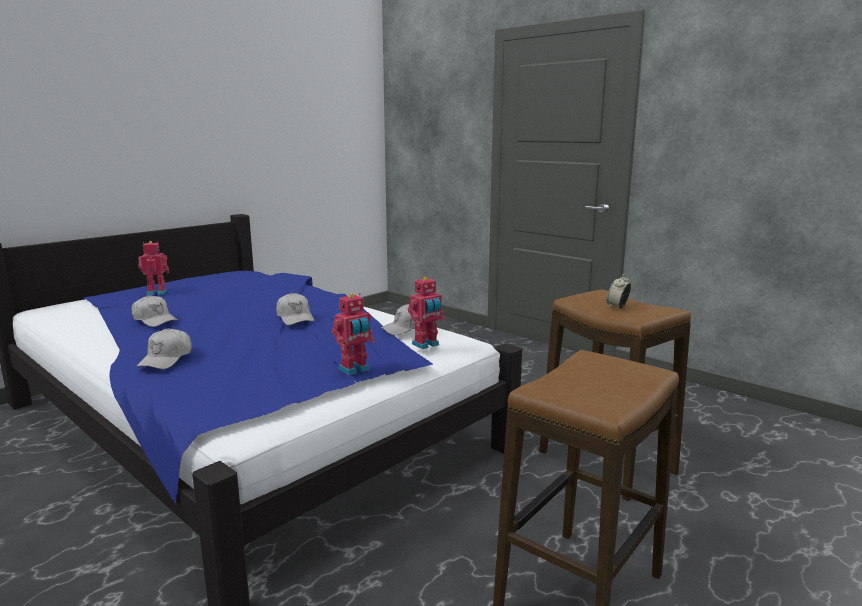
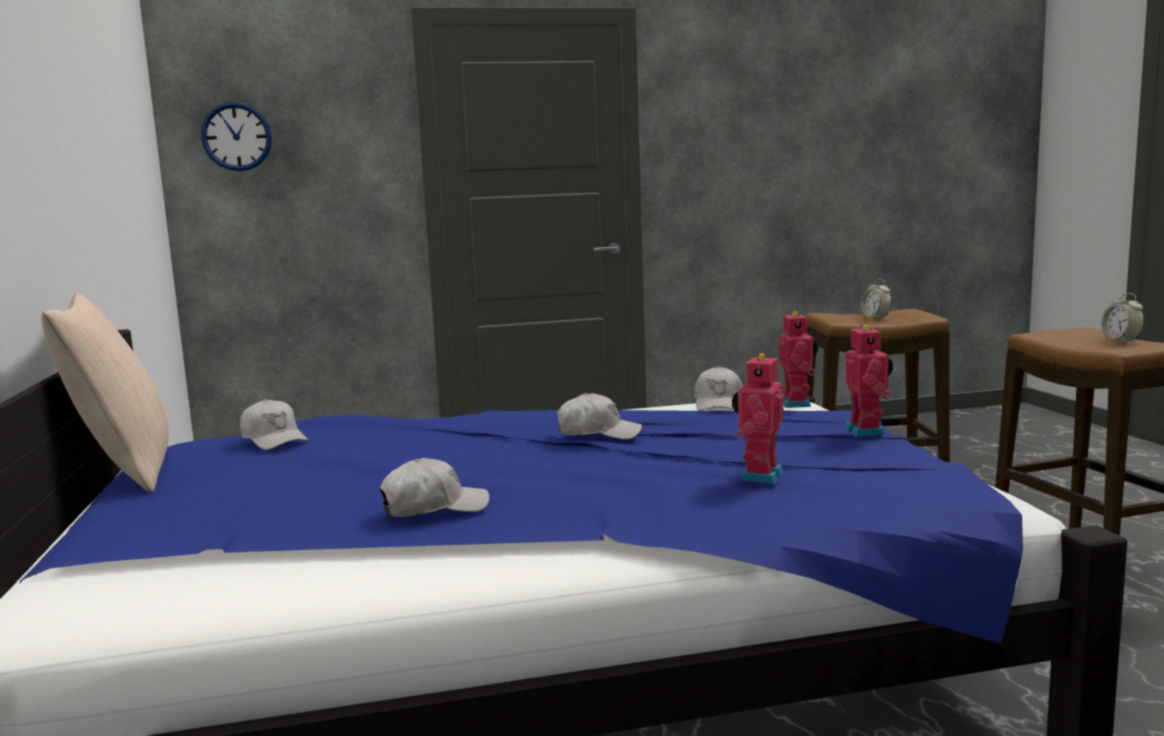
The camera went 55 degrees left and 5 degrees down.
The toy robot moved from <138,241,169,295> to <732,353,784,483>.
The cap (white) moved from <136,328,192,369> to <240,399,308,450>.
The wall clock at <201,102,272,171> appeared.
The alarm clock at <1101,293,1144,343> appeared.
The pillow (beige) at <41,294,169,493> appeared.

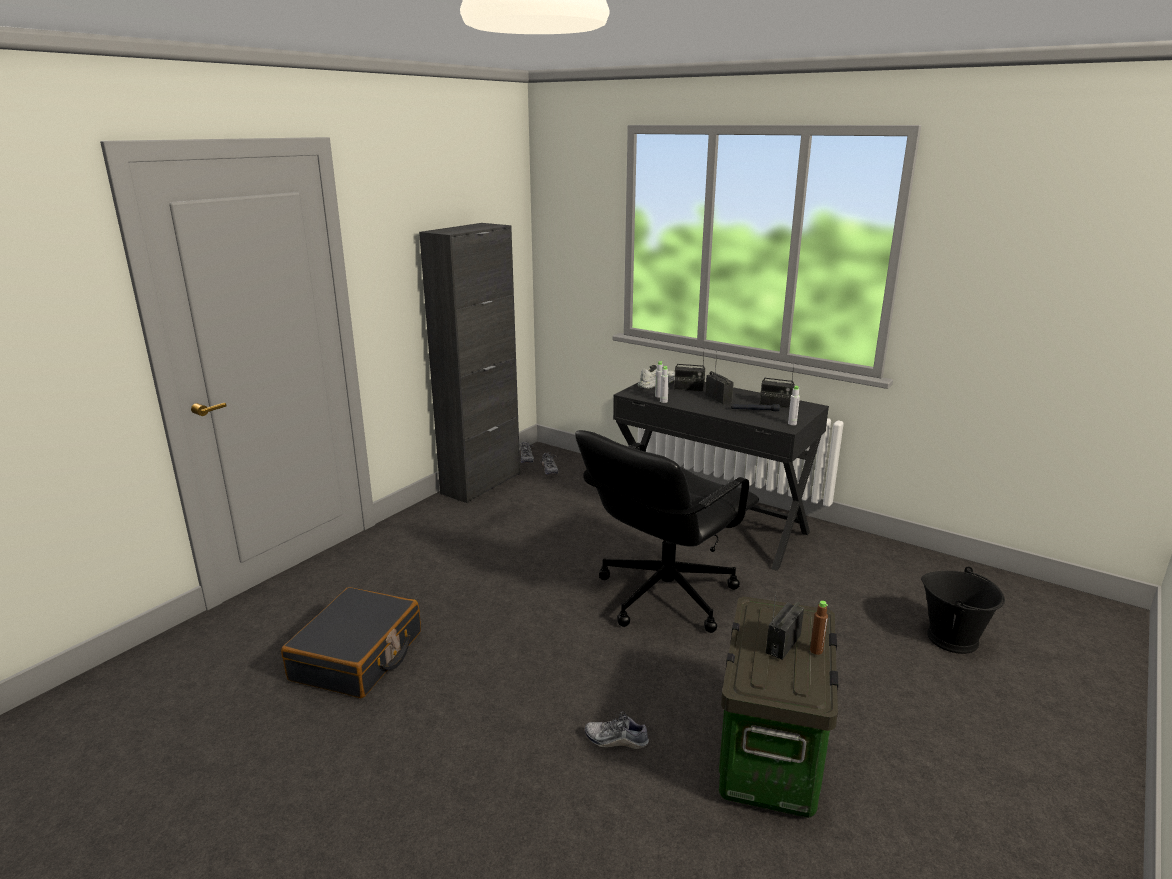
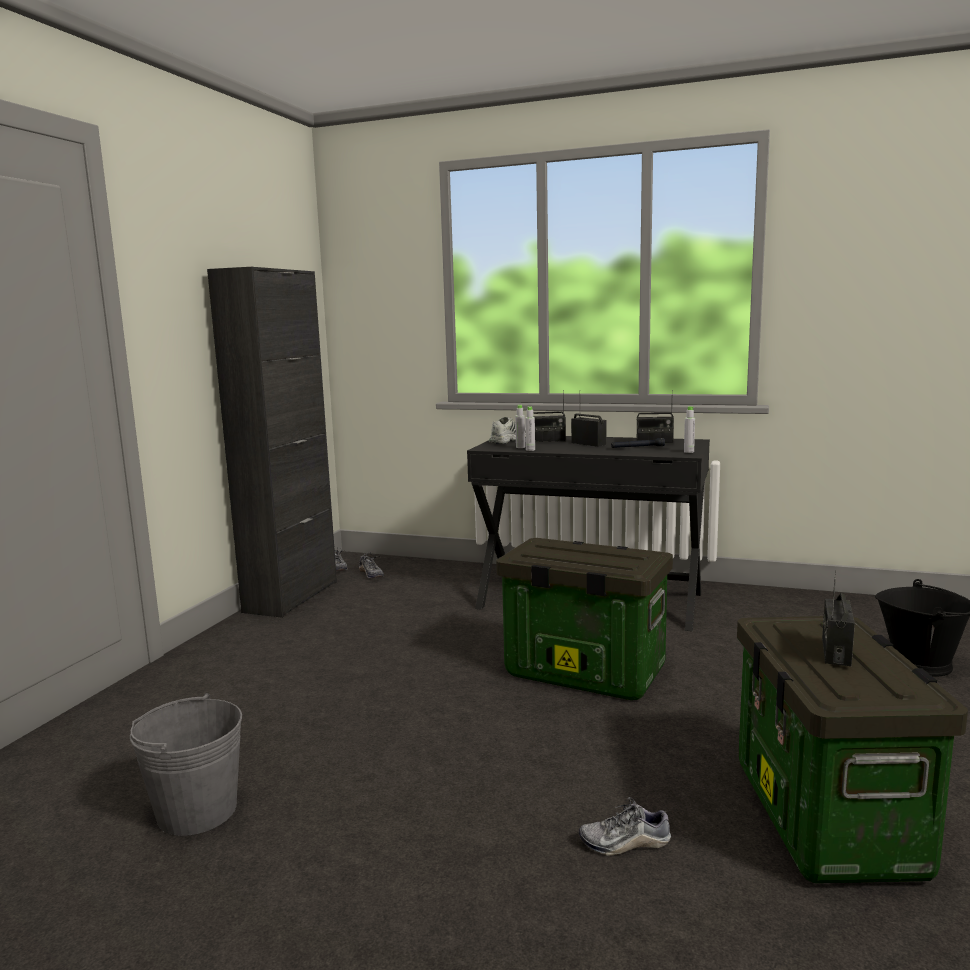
The camera went 15 degrees left and 10 degrees down.
The office chair (black) at <575,430,759,633> was replaced by the storage box at <496,538,673,700>.
The suitcase (black) at <281,587,421,698> was replaced by the bucket (grey) at <130,693,242,836>.
The bottle (brown) at <810,601,828,655> disappeared.

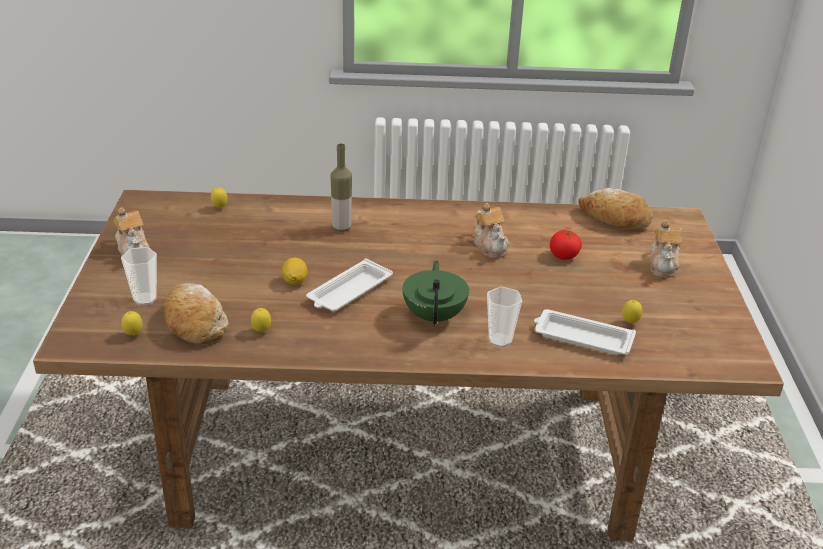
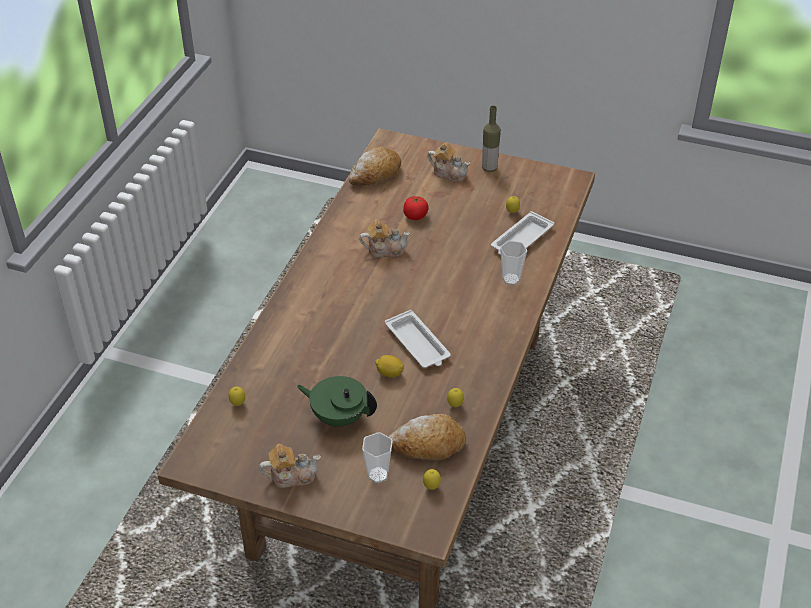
The camera went 70 degrees left and 10 degrees up.
The bottle moved from <331,144,352,232> to <482,106,501,172>.
The teapot (green) moved from <402,260,469,326> to <297,376,377,427>.

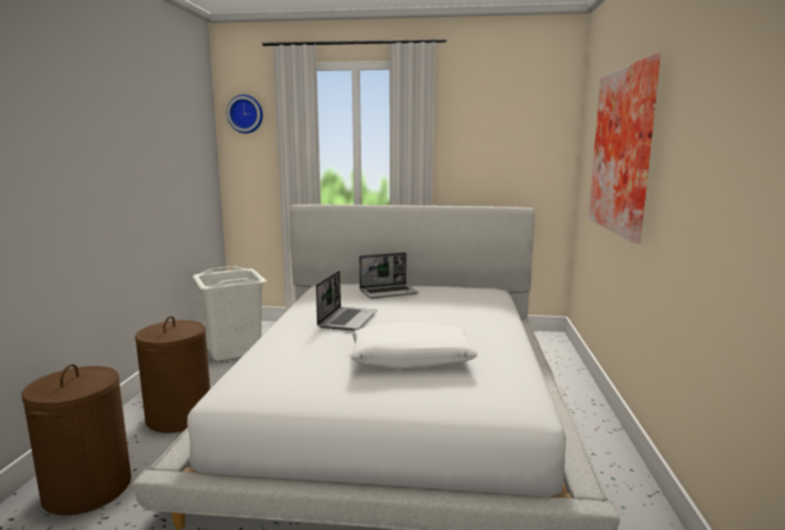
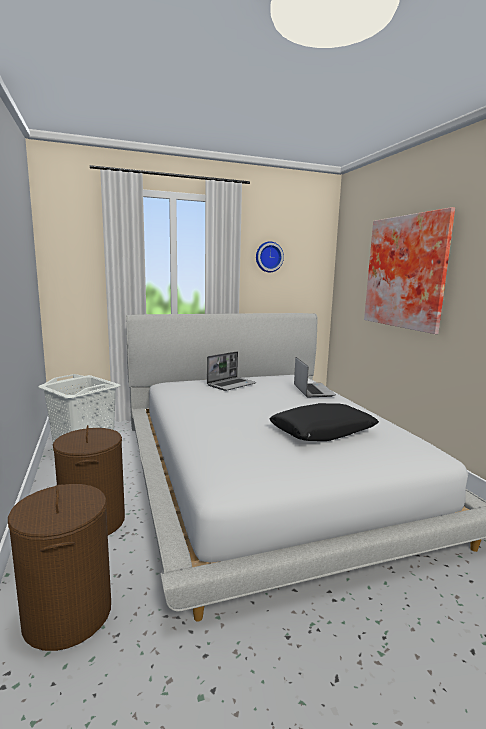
The camera went 25 degrees left and 0 degrees up.
The wall clock moved from <227,94,263,133> to <256,241,284,272>.
The laptop moved from <316,271,377,331> to <294,357,336,397>.
The pillow (white) at <351,323,478,369> became the pillow (black) at <269,403,379,441>.

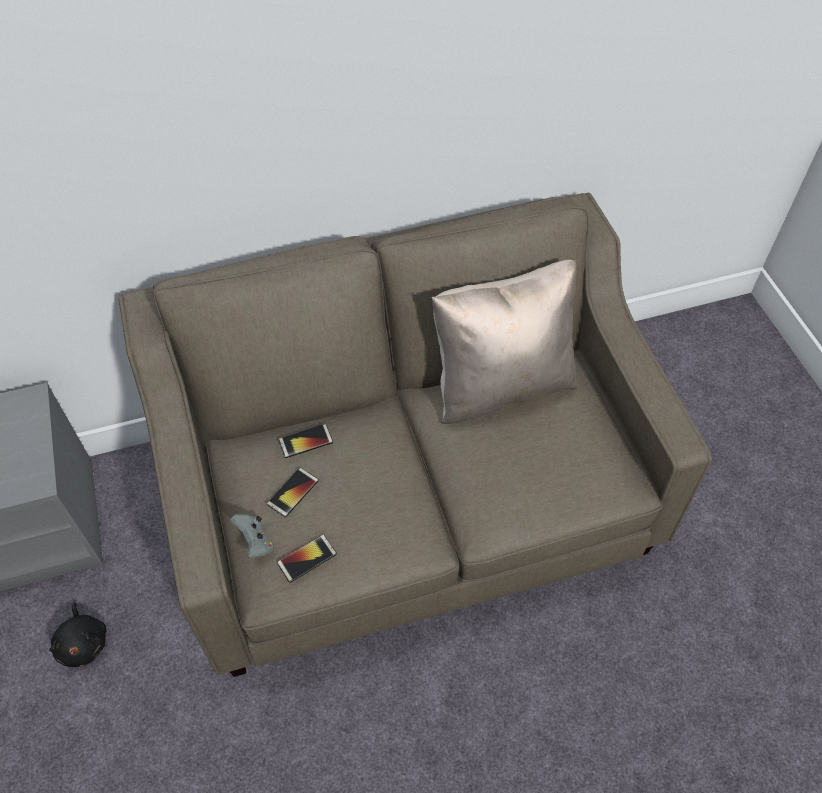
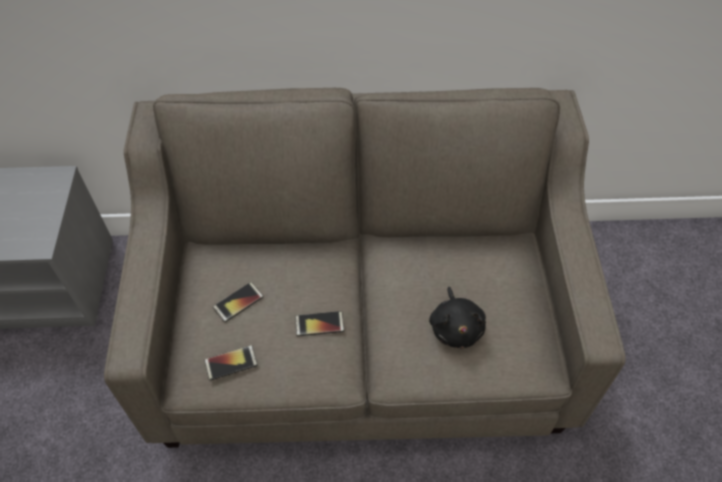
The camera went 15 degrees right and 0 degrees up.
The pillow (beige) at <431,260,578,424> disappeared.
The phone moved from <279,424,333,458> to <295,311,344,336>.
The game controller (grey) at <230,514,274,558> disappeared.
The plush toy (black) moved from <49,602,106,667> to <429,287,486,348>.

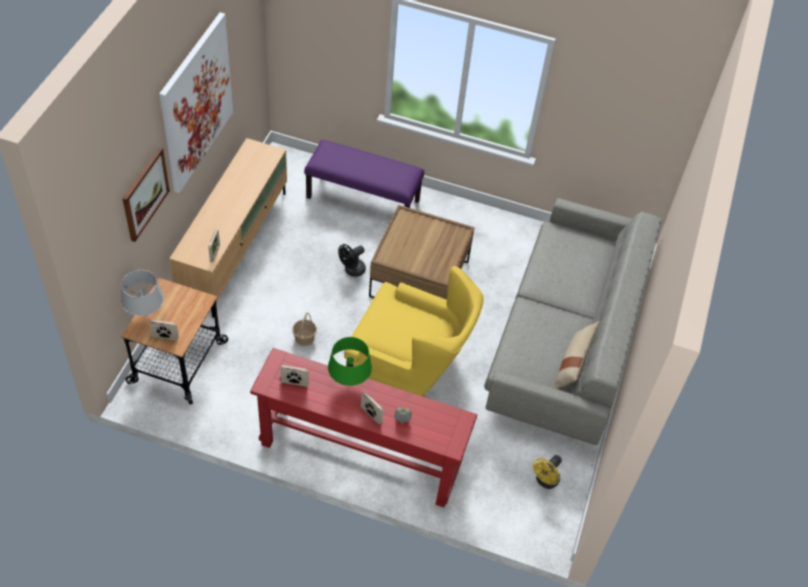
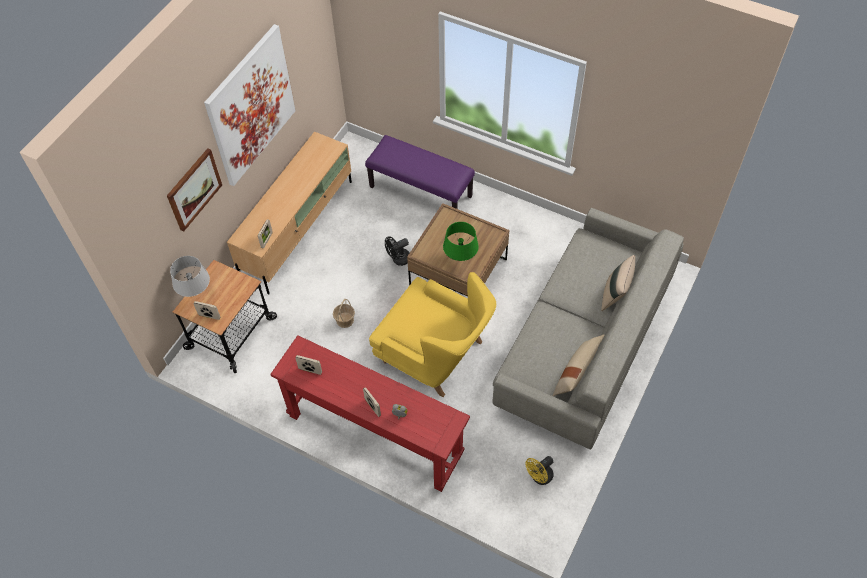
The camera went 15 degrees right and 5 degrees up.
The table lamp (green) moved from <328,337,372,386> to <443,222,479,261>.
The pillow (beige) at <601,255,635,311> appeared.

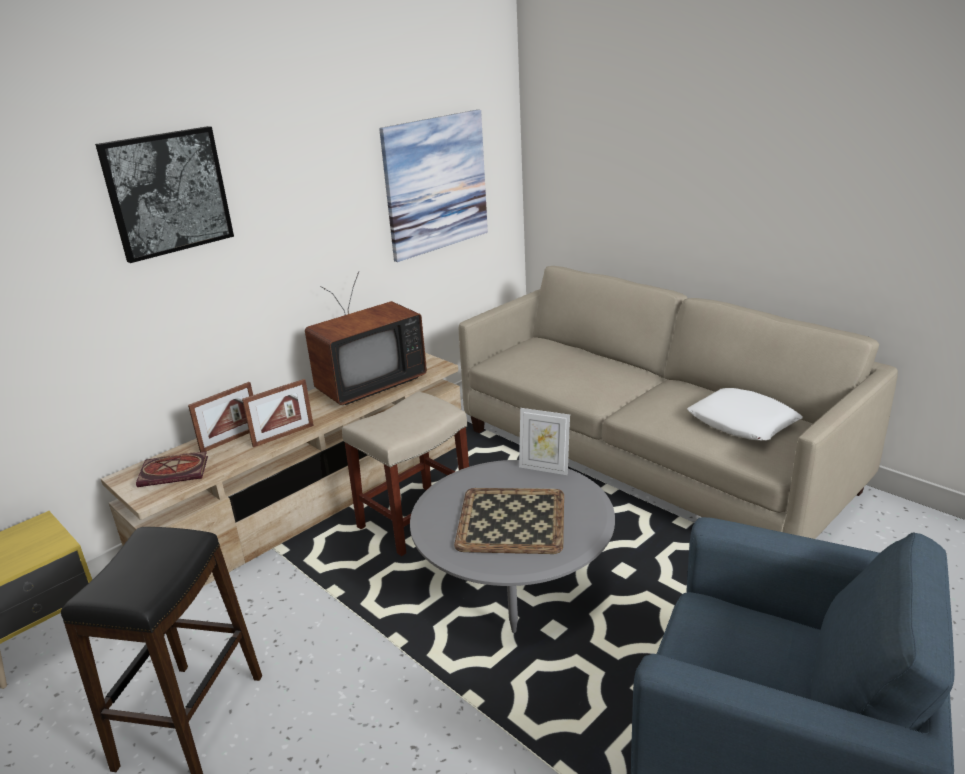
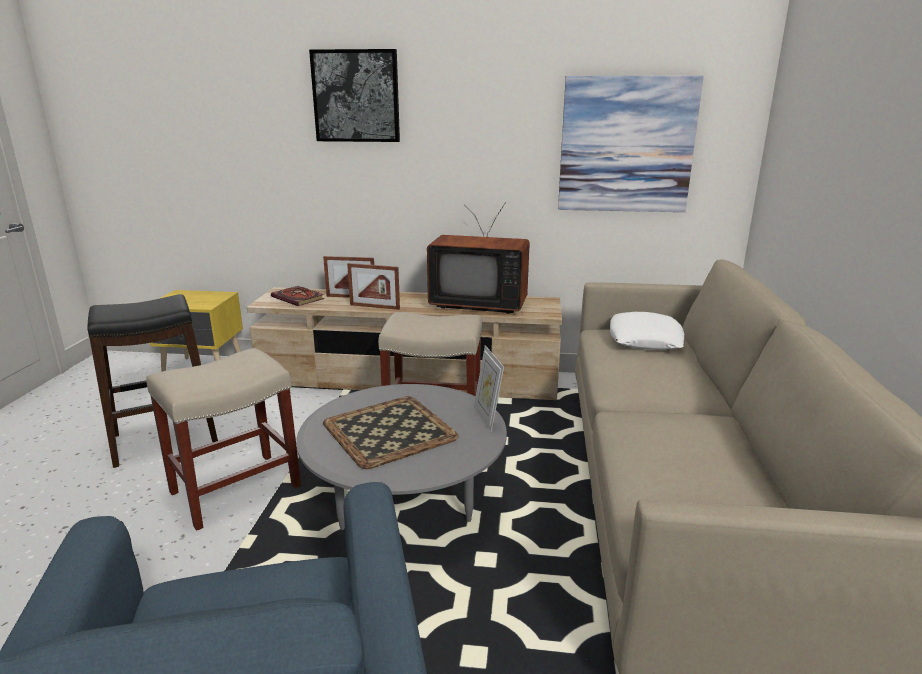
The camera went 50 degrees right and 5 degrees down.
The pillow (white) moved from <687,388,803,441> to <610,312,684,350>.
The stool (beige) at <146,348,301,531> appeared.

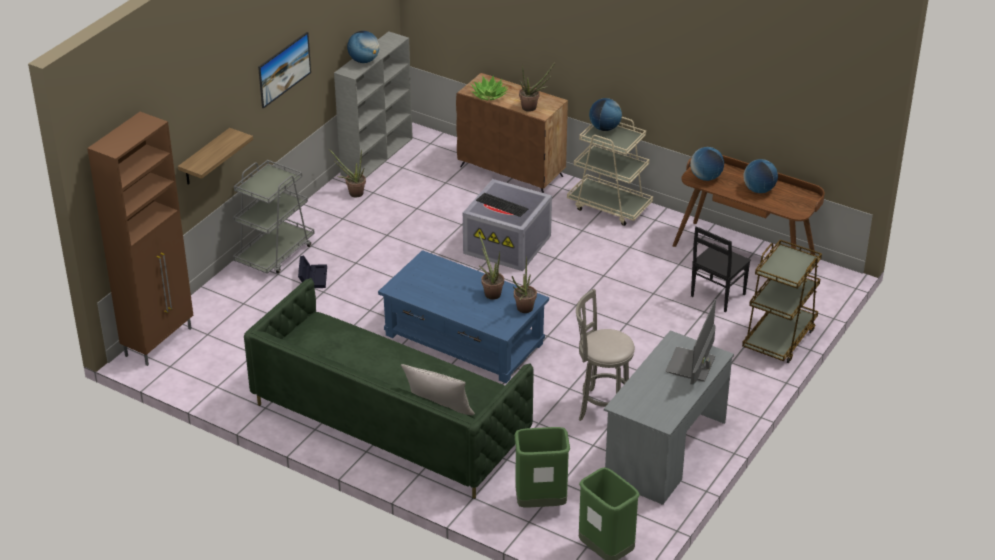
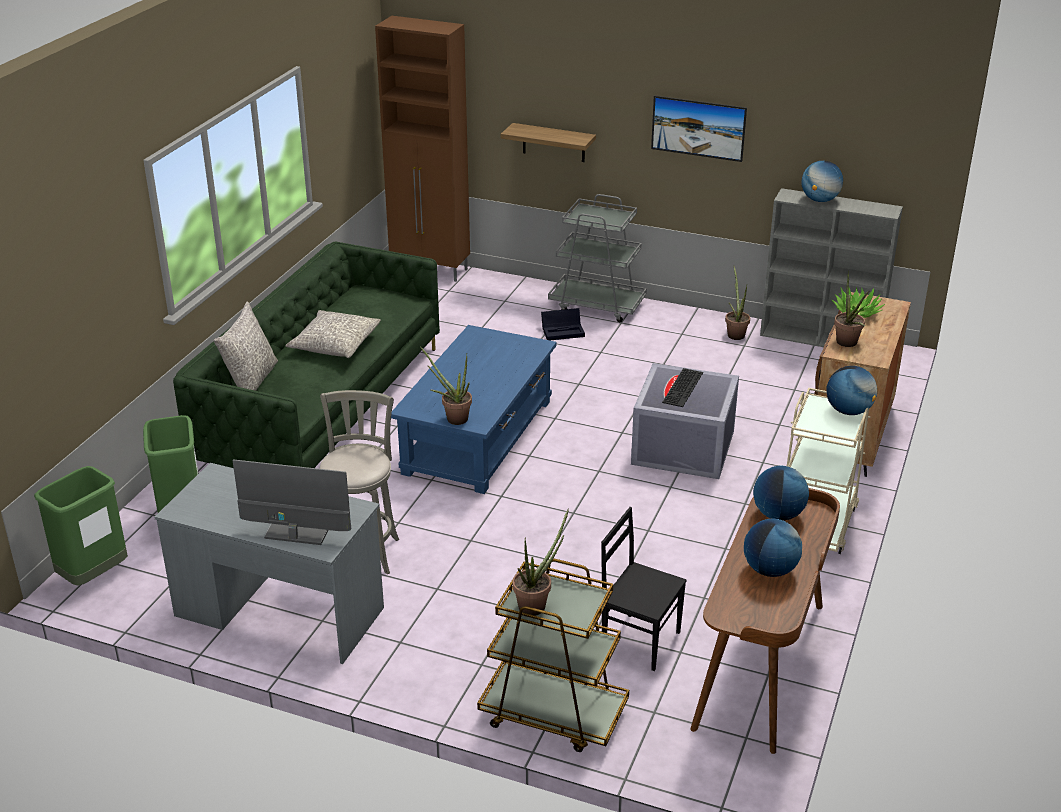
The camera went 80 degrees right and 5 degrees down.
The potted plant moved from <478,232,504,300> to <512,508,569,616>.
The pillow (grey) at <285,310,381,358> appeared.

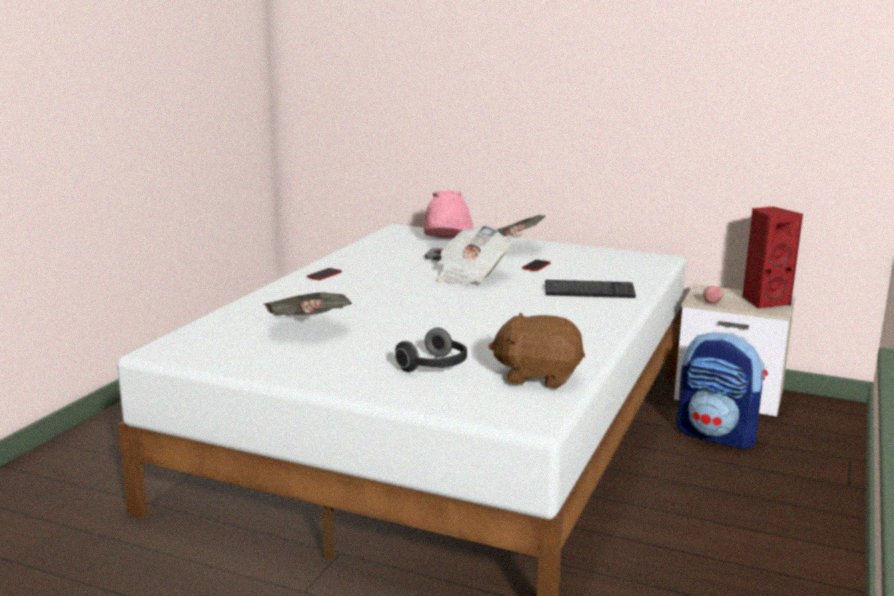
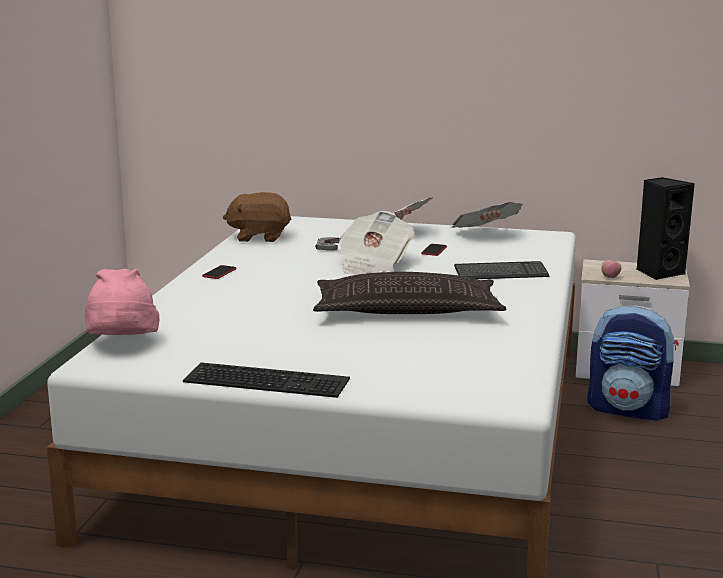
The camera went 10 degrees left and 0 degrees up.
The hat (pink) moved from <423,191,473,238> to <85,269,159,335>.
The speaker (red) at <742,207,803,309> became the speaker (black) at <637,177,695,280>.
The newspaper moved from <264,292,352,316> to <452,202,523,228>.
The plush toy (brown) moved from <489,313,585,389> to <223,192,292,242>.
The headphones at <395,328,467,372> disappeared.
The pillow at <313,272,507,314> appeared.
The keyboard at <183,363,350,398> appeared.

